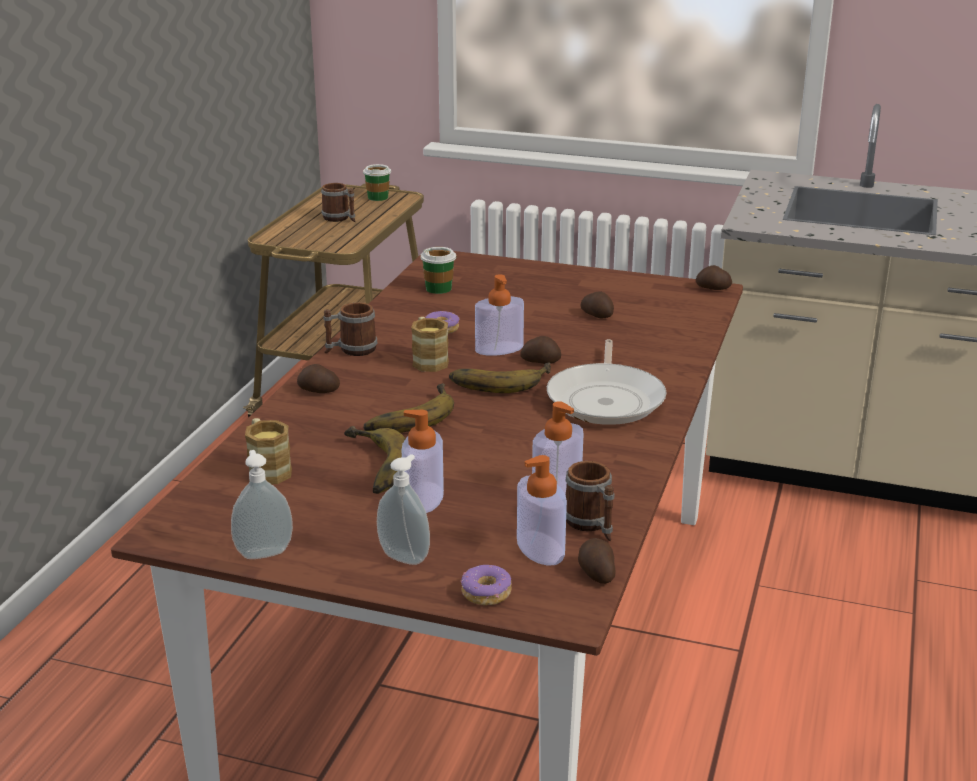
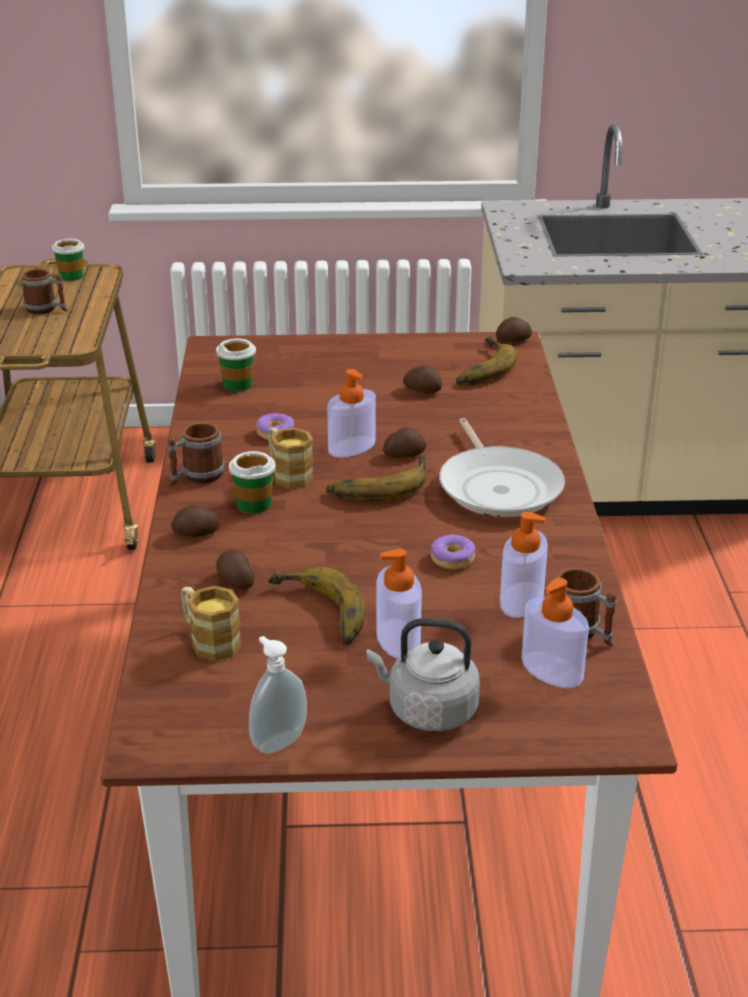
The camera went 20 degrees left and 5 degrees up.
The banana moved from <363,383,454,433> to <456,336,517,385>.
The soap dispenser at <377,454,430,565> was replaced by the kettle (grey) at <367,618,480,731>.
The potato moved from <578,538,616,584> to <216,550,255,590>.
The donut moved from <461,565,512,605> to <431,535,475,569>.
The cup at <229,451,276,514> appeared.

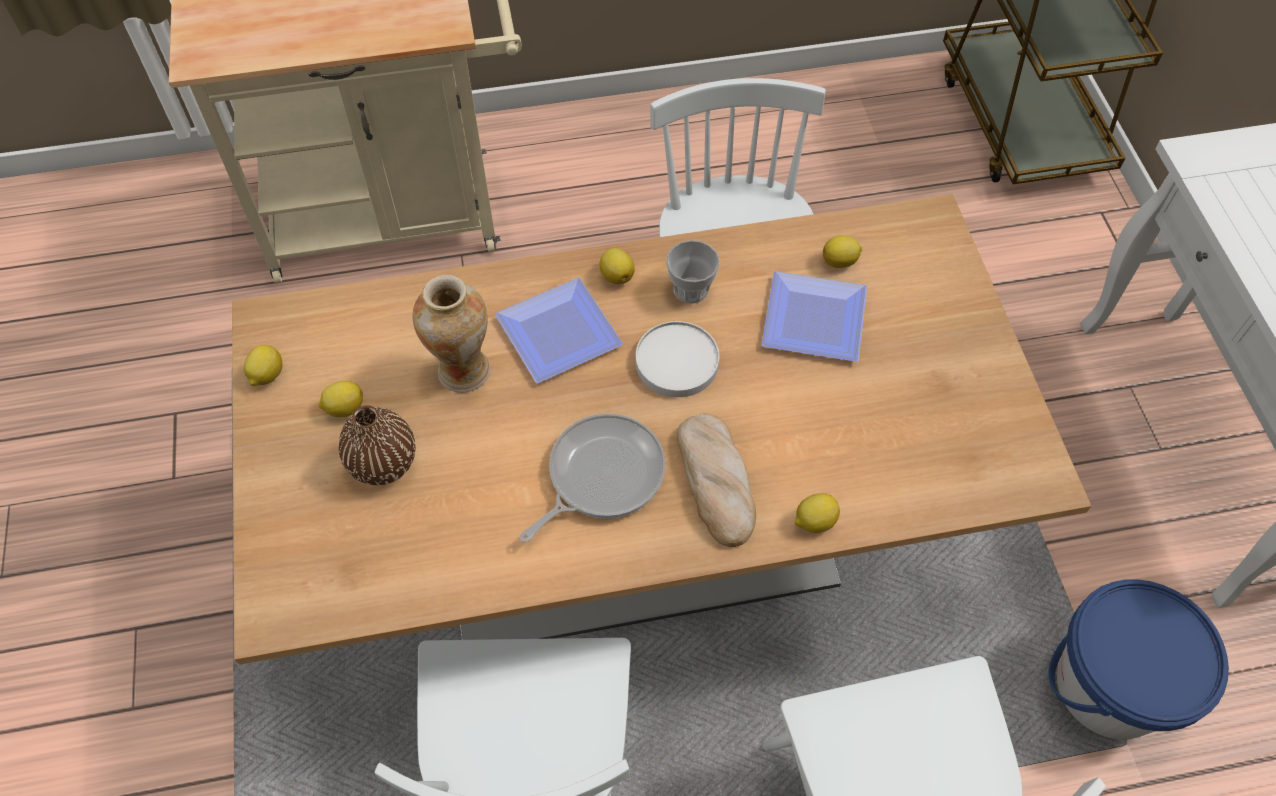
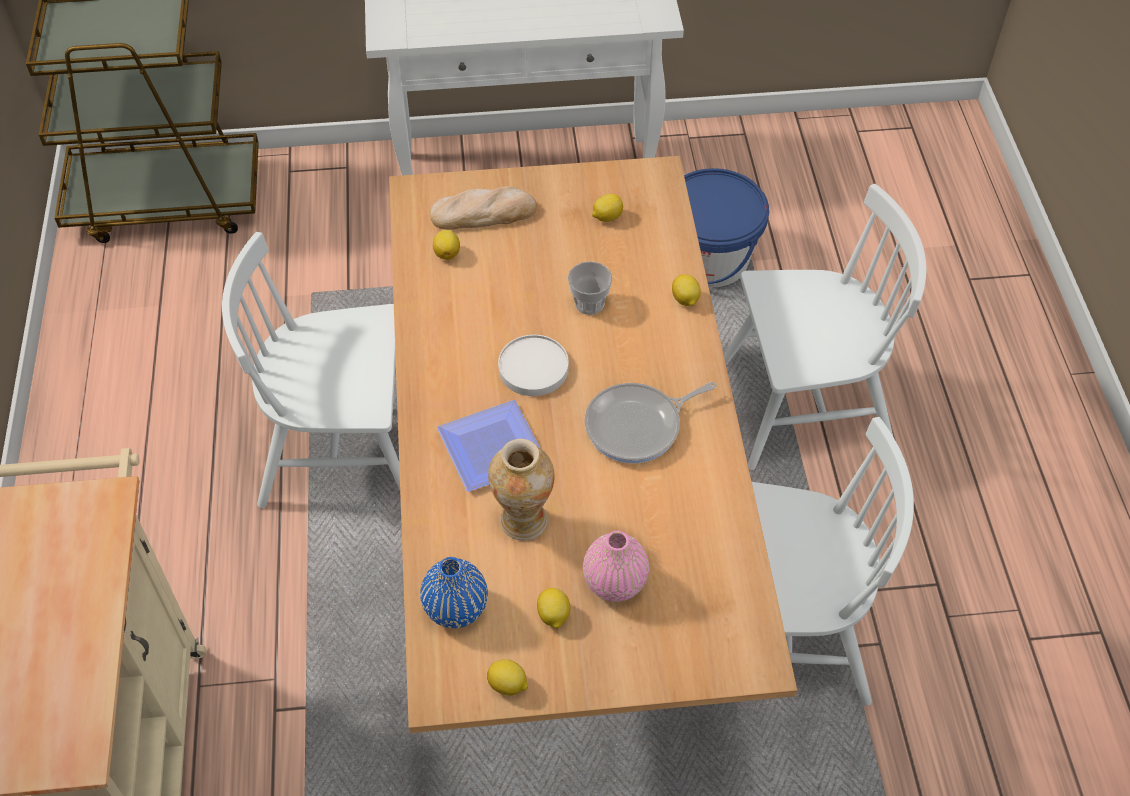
The camera went 85 degrees left and 5 degrees down.
The cup moved from <666,240,720,304> to <568,261,613,315>.
The lemon moved from <599,248,635,284> to <592,194,623,222>.
The plate at <761,271,867,362> disappeared.
The vase (brown) at <339,405,415,485> became the vase (pink) at <583,531,649,602>.
The frying pan at <519,413,666,543> turned 75 degrees counterclockwise.
The bread moved from <677,413,756,547> to <430,186,537,230>.
The vase (blue) at <420,557,488,628> appeared.

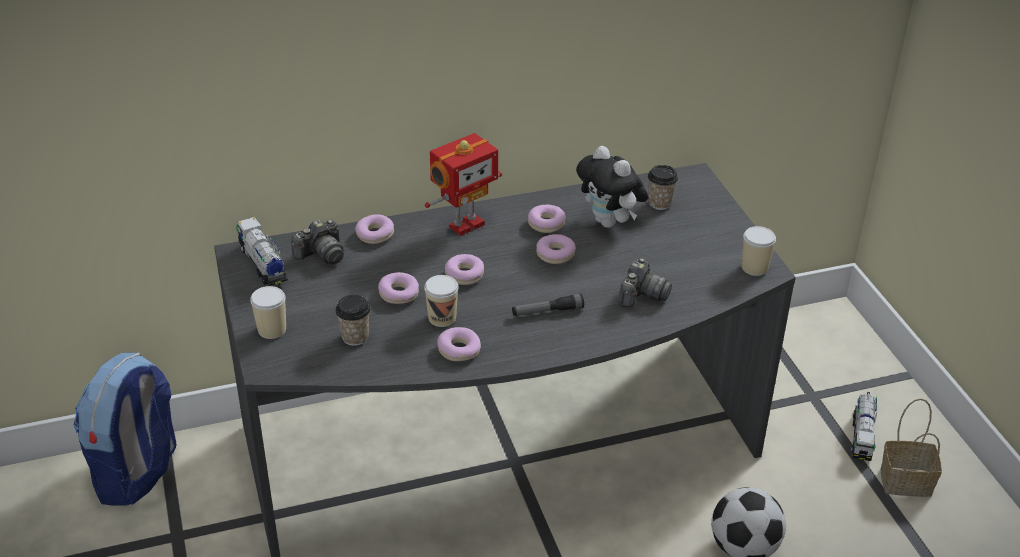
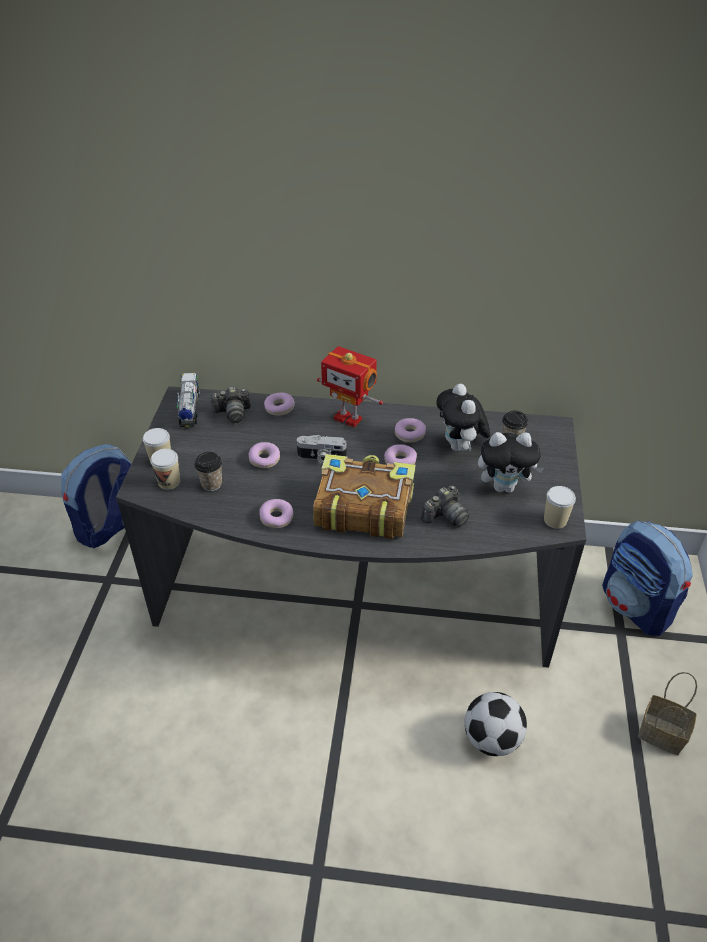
The camera went 25 degrees right and 5 degrees up.
The toy robot at <425,133,502,236> turned 45 degrees clockwise.
The donut at <445,254,484,285> was replaced by the photo camera at <297,435,347,464>.
The cup moved from <424,275,459,327> to <150,449,180,490>.
The flashlight at <512,294,584,316> was replaced by the book at <313,454,415,539>.
The toy truck at <851,392,877,461> disappeared.
The plush toy at <478,432,544,493> appeared.
The backpack at <602,520,693,636> appeared.

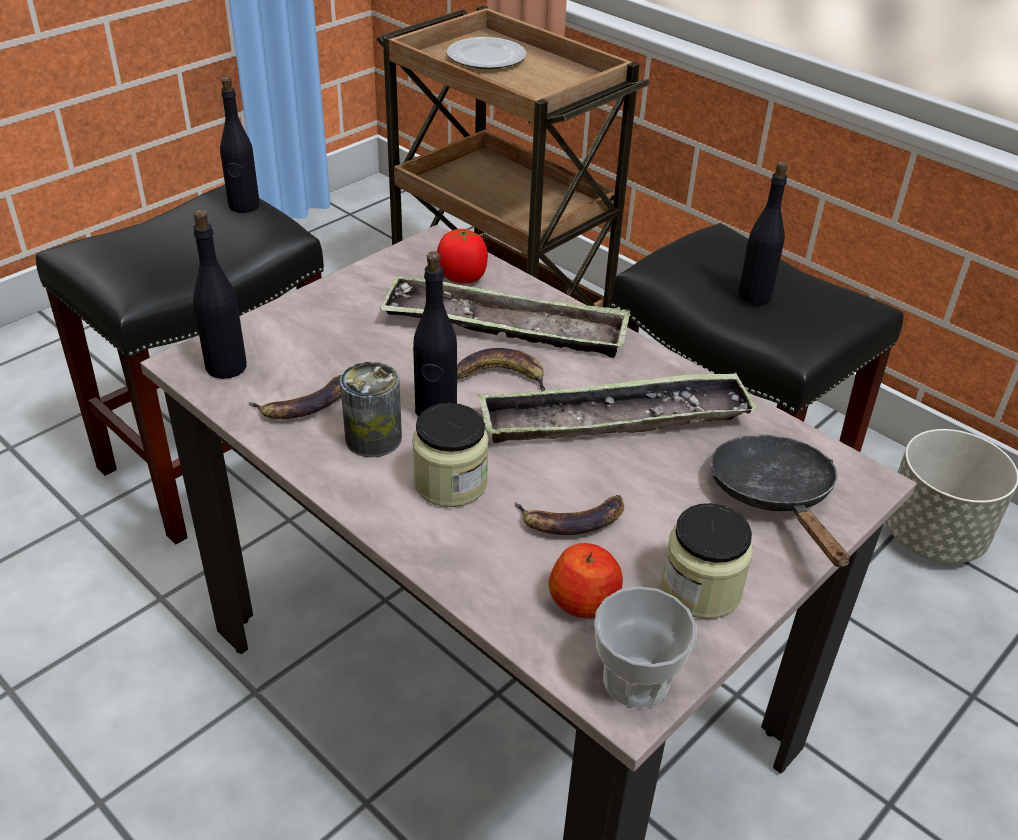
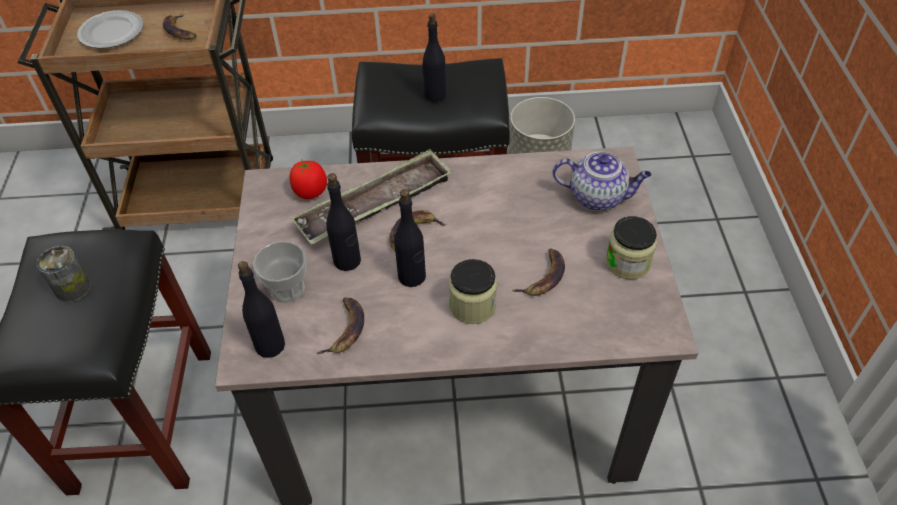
The camera went 45 degrees left and 10 degrees up.
The bottle (black) moved from <220,76,260,213> to <326,173,361,271>.
The can moved from <340,361,402,457> to <37,246,91,302>.
The tray at <479,372,758,443> disappeared.
The frying pan (black) at <711,435,850,567> was replaced by the teapot at <552,151,652,211>.
The apple at <549,543,623,618> disappeared.
The cup moved from <594,586,696,708> to <253,241,306,303>.
The banana at <163,14,197,40> appeared.

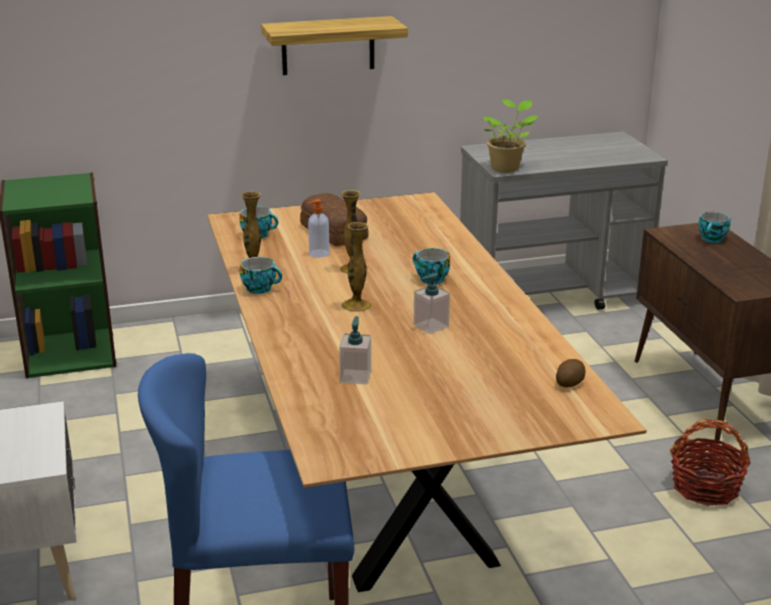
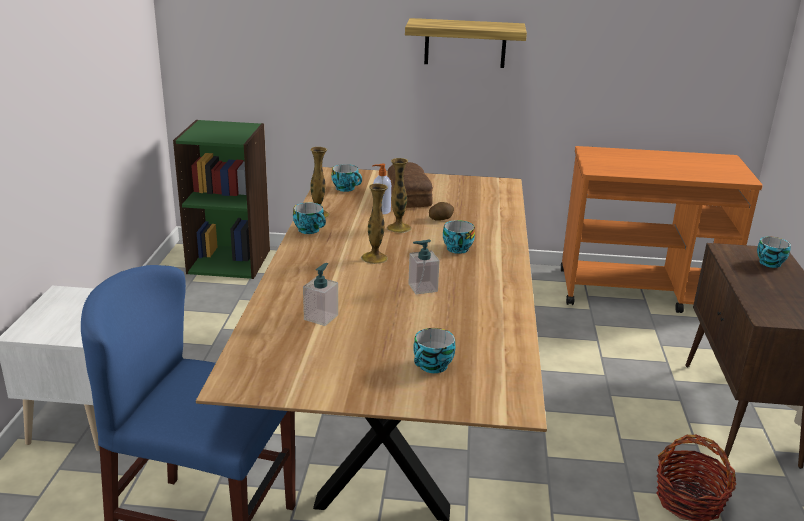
The camera went 20 degrees right and 0 degrees up.
The potted plant at <481,99,538,173> disappeared.
The cart (grey) at <460,132,668,310> became the cart (orange) at <561,146,763,313>.
The potato moved from <556,359,585,387> to <429,202,454,221>.
The cup at <414,328,456,373> appeared.

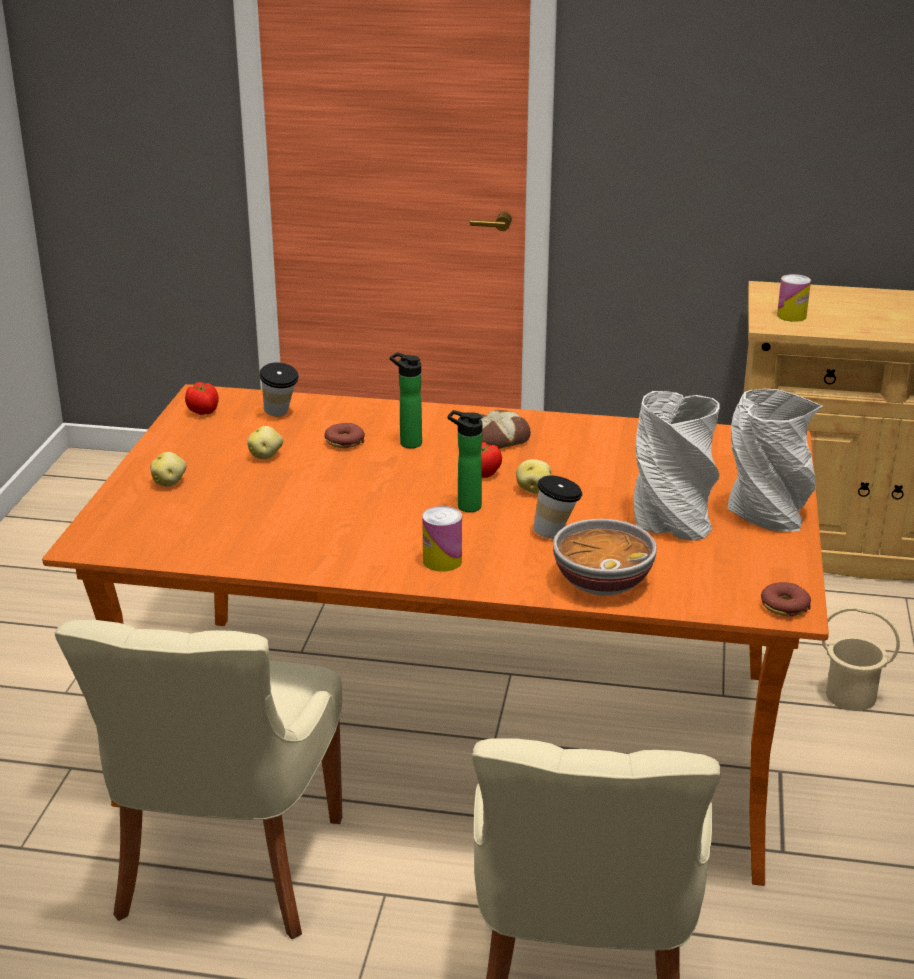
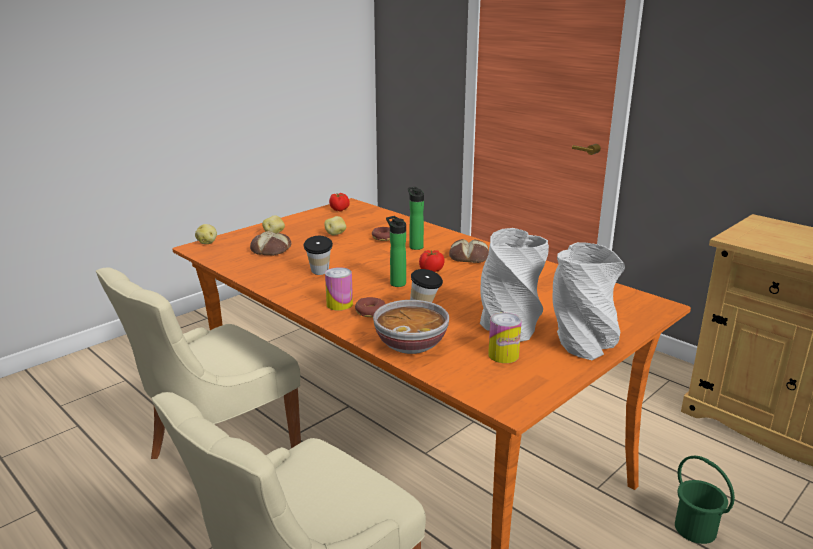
The camera went 35 degrees right and 5 degrees down.
The can moved from <777,274,811,322> to <488,313,522,363>.
The cup moved from <259,362,299,417> to <304,236,333,275>.
The potato moved from <516,459,552,494> to <195,224,217,244>.
The donut moved from <761,582,811,616> to <355,297,385,317>.
The bucket (beige) at <822,607,900,711> became the bucket (green) at <675,455,735,544>.
The bread at <250,231,291,256> appeared.

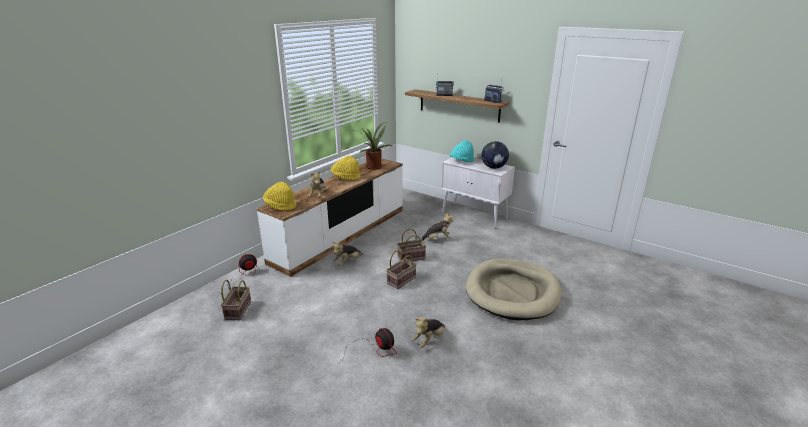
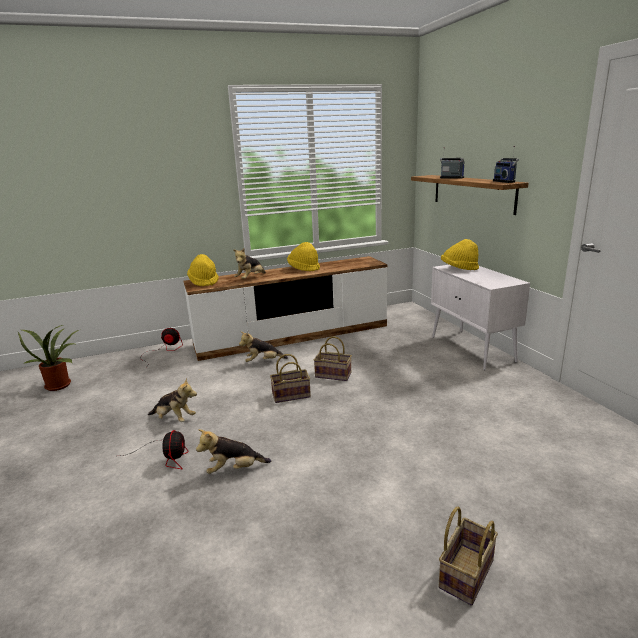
The camera went 35 degrees right and 5 degrees down.
The potted plant moved from <350,122,392,170> to <18,325,81,391>.
The hat (turquoise) at <449,140,474,162> became the hat (yellow) at <441,239,479,270>.
The globe at <481,141,509,169> disappeared.
The plush toy moved from <421,212,453,241> to <148,378,197,422>.
The dog bed (beige) at <466,259,562,320> disappeared.
The basket moved from <221,280,251,320> to <438,506,498,606>.

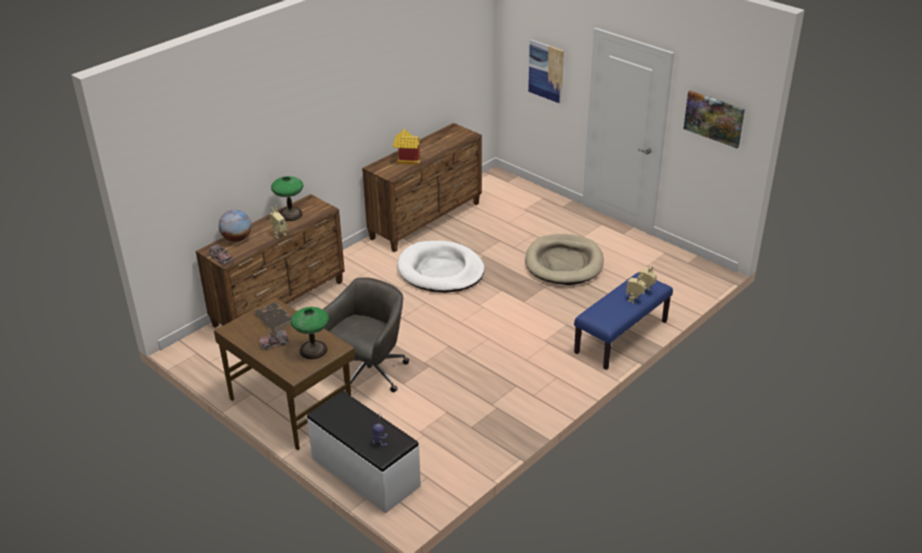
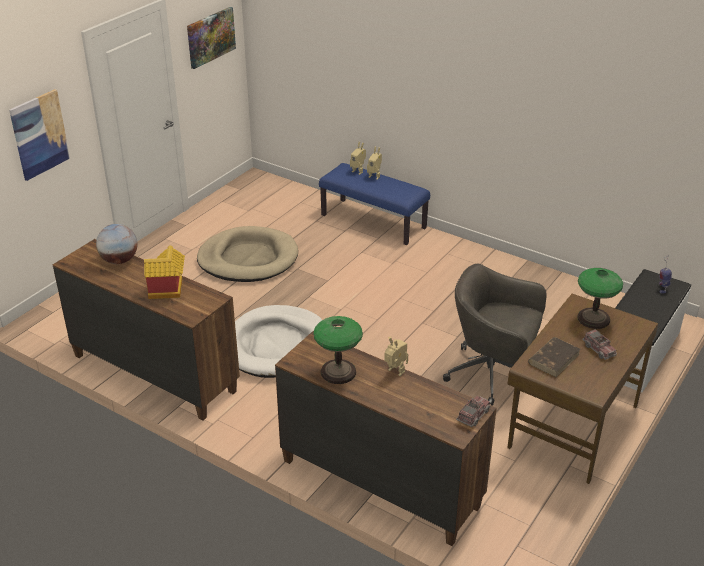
The camera went 100 degrees left and 0 degrees up.
The globe moved from <219,210,251,242> to <96,224,138,264>.

